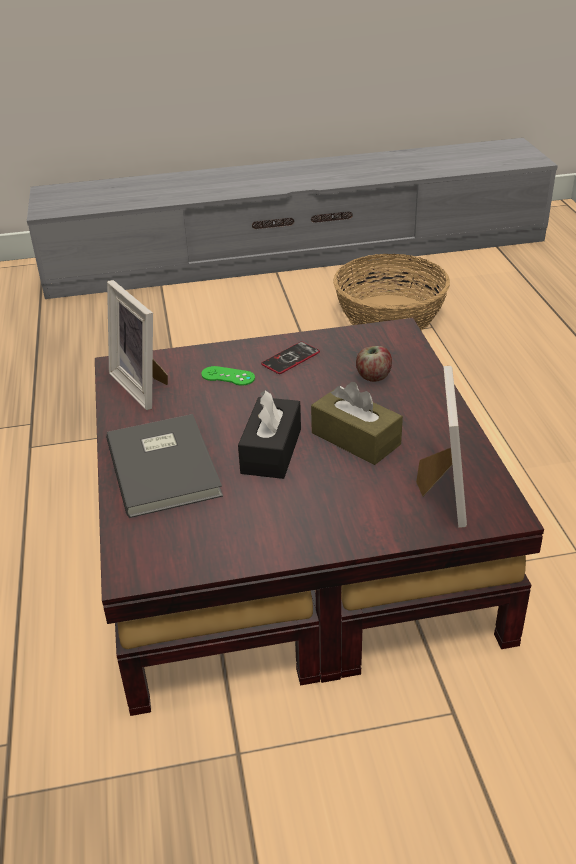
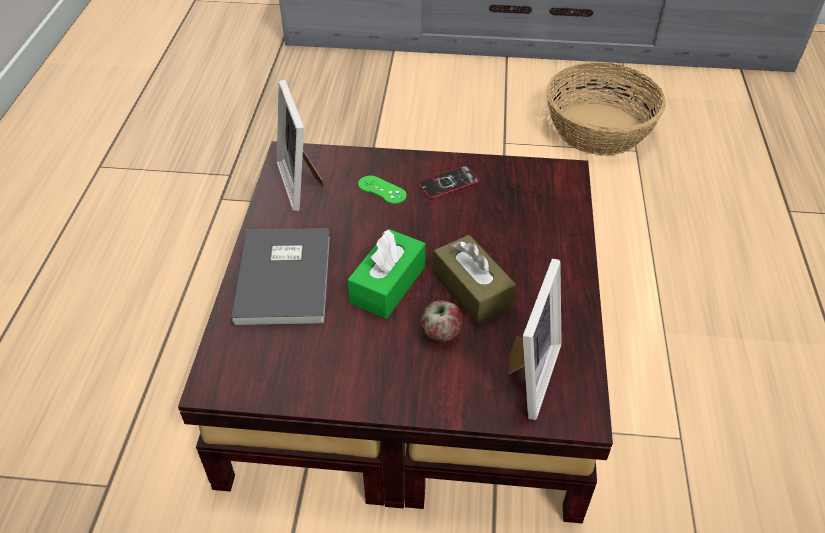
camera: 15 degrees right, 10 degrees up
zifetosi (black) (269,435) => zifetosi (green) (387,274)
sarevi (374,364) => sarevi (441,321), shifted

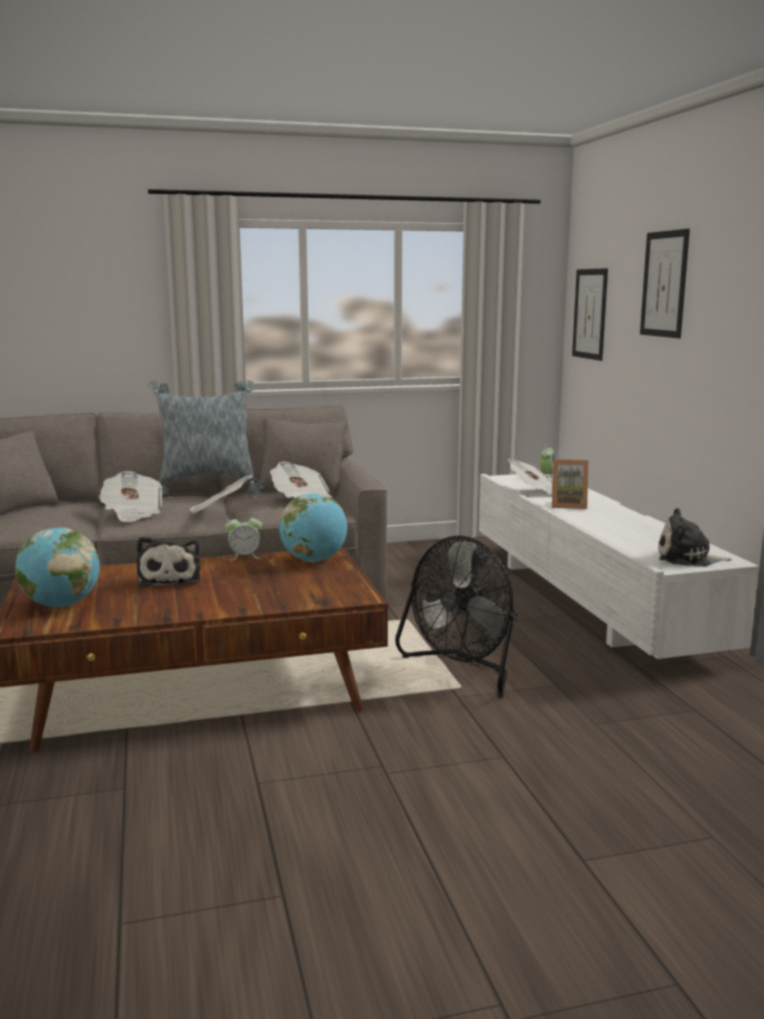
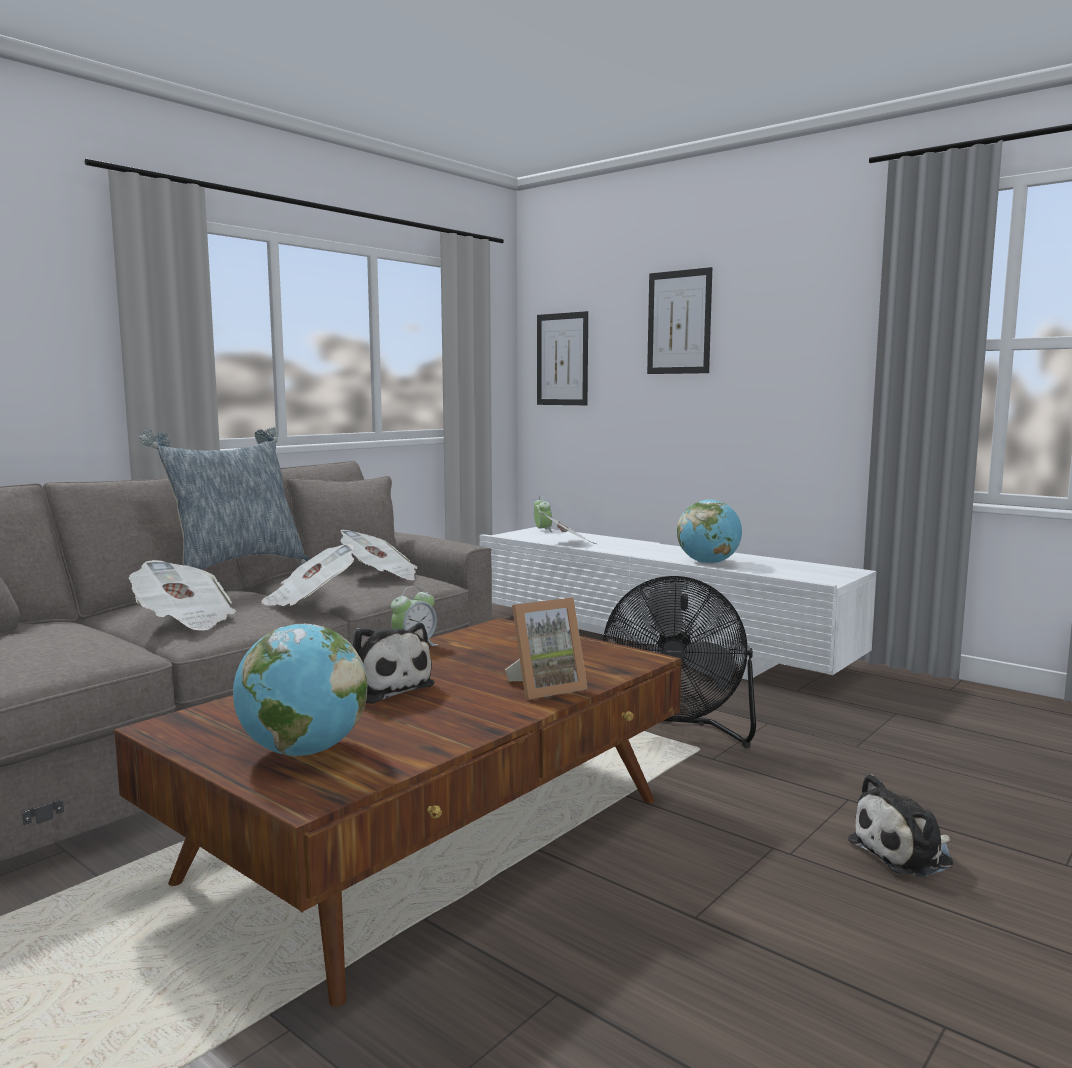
camera: 35 degrees left, 5 degrees down
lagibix (313,527) => lagibix (709,531), shifted
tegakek (570,484) => tegakek (546,648), shifted
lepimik (695,537) => lepimik (901,825), shifted

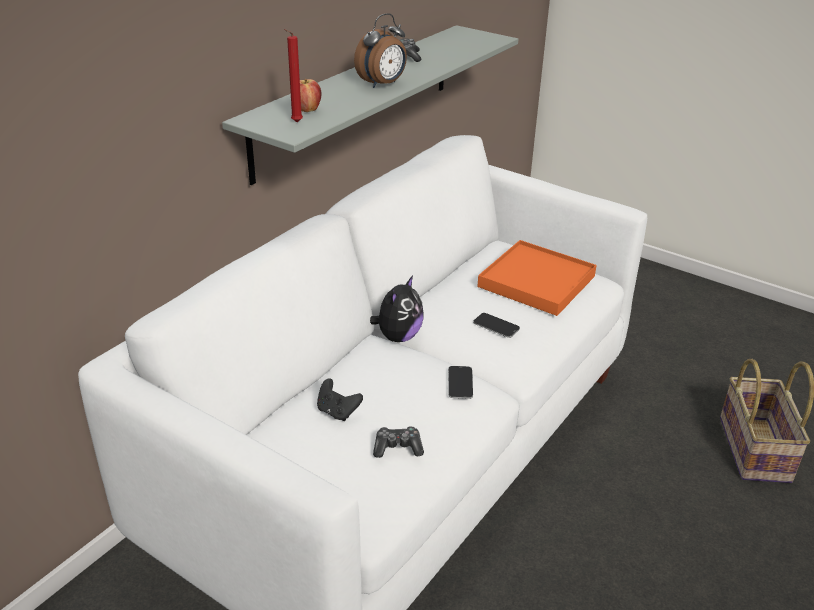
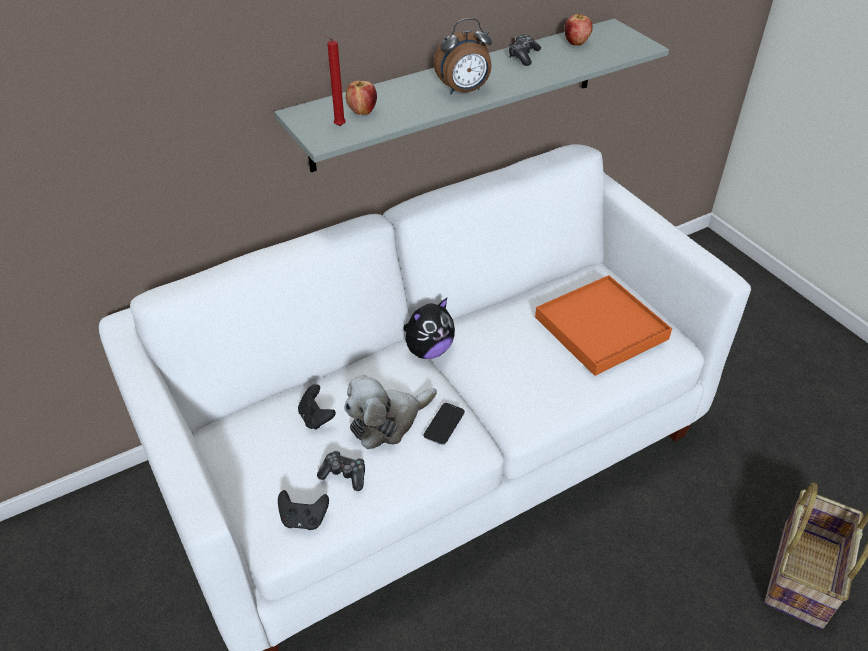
camera: 25 degrees right, 10 degrees up
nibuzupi (496,325) => nothing
nothing => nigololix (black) (303,510)
nothing => lepimik (390,412)
nothing => sarevi (578,29)

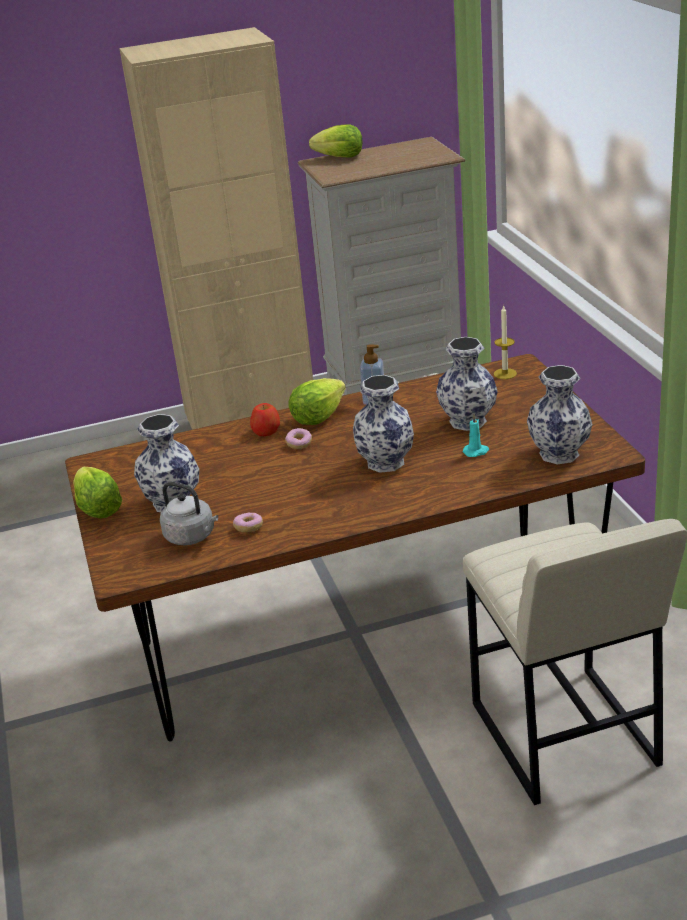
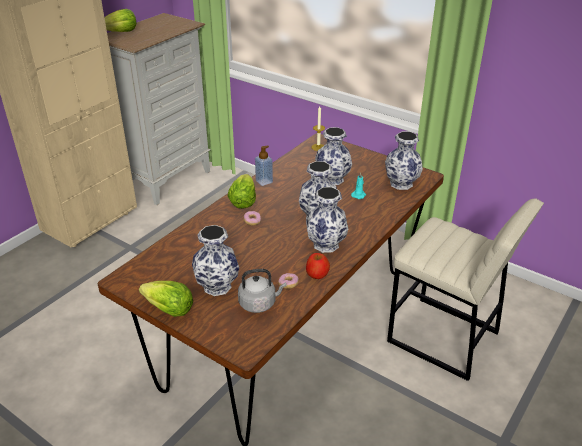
camera: 40 degrees left, 5 degrees up
sarevi (265,419) => sarevi (318,266), shifted
nothing => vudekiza (327,220)

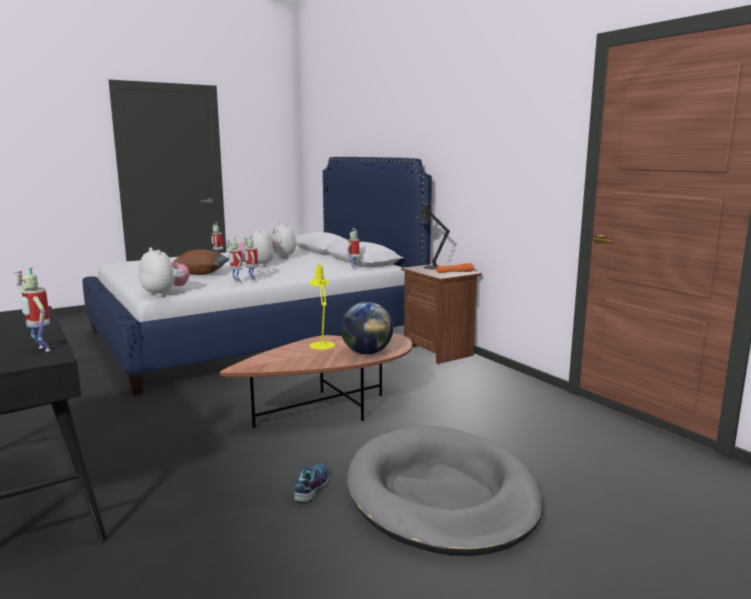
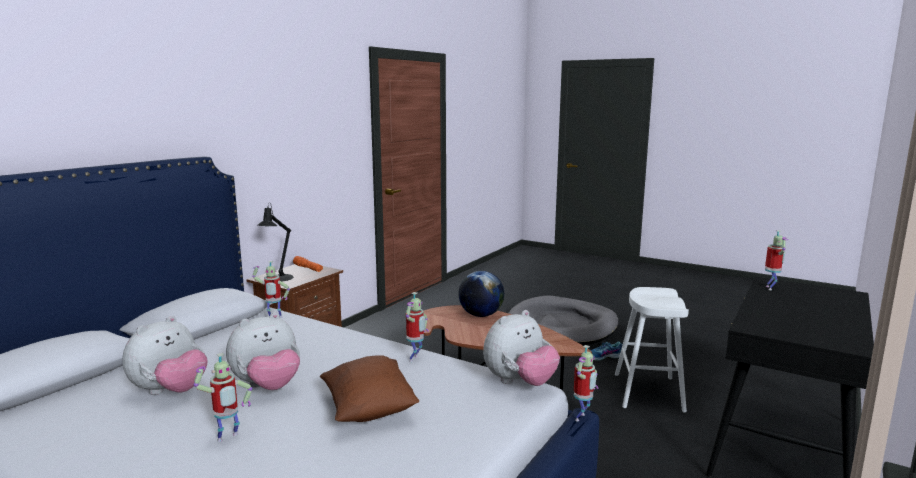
camera: 115 degrees left, 0 degrees up
lepimik (164,272) => lepimik (521,348), 150 degrees counterclockwise
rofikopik (251,259) => rofikopik (585,383), shifted
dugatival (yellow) (322,306) => nothing
nothing => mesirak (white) (652,350)

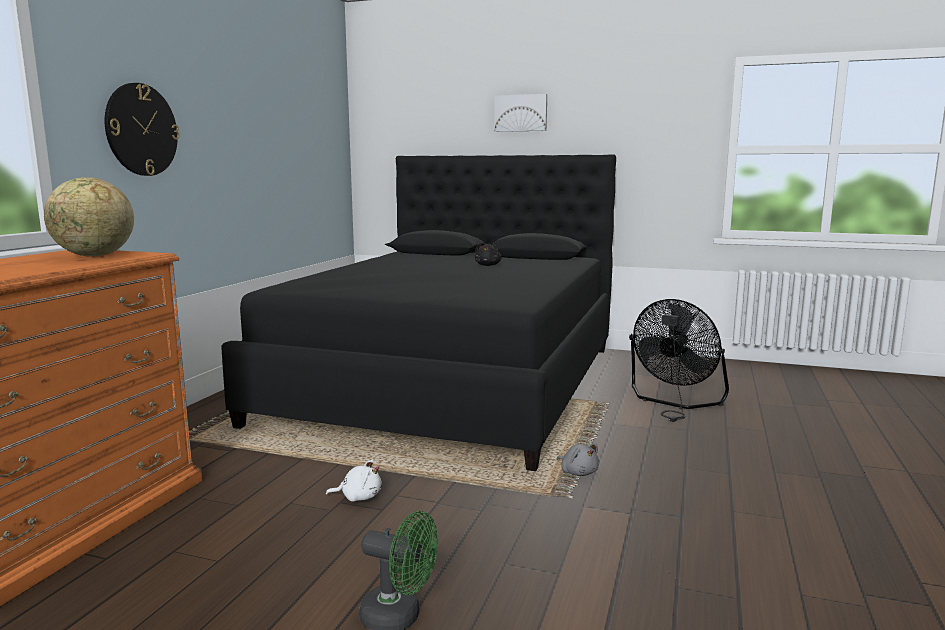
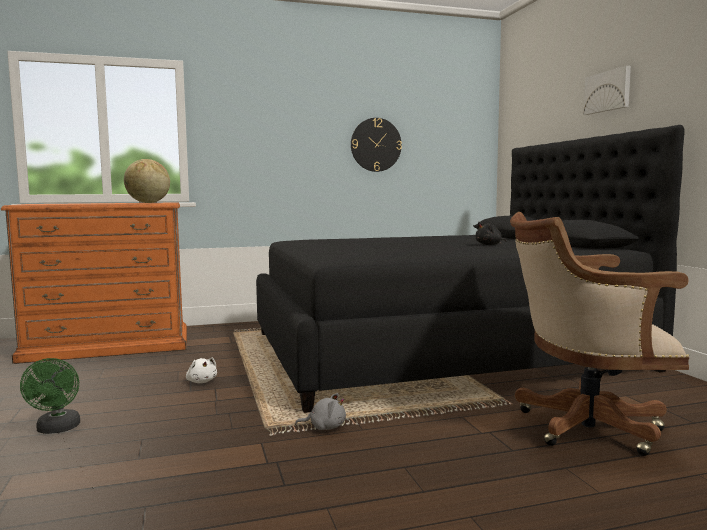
camera: 55 degrees right, 5 degrees down
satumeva (142,129) => satumeva (376,145), shifted
lepimik (grey) (578,459) => lepimik (grey) (320,411), 105 degrees counterclockwise
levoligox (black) (679,360) => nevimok (599,334)

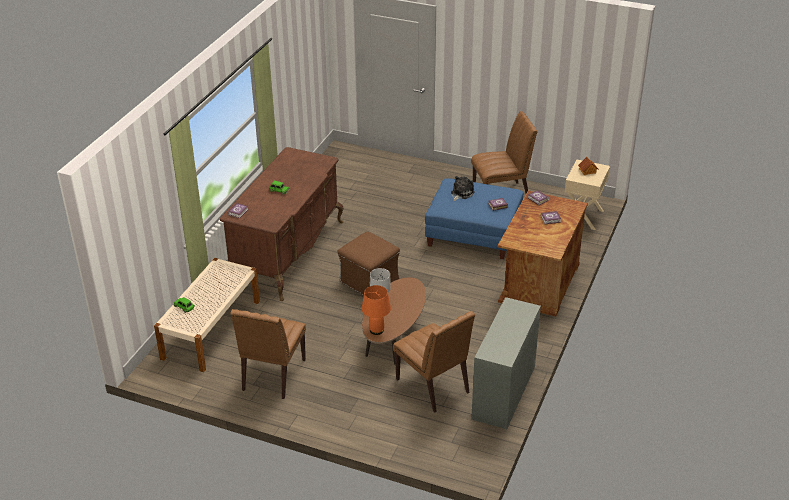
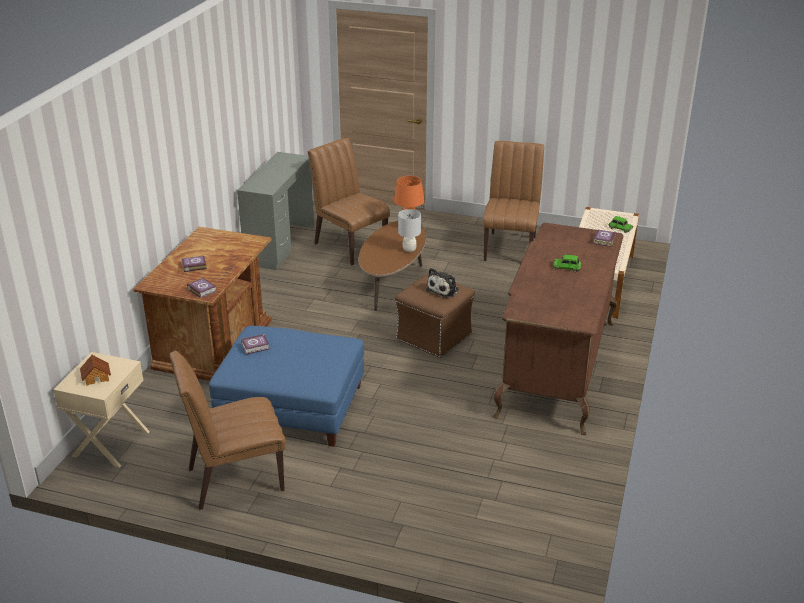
camera: 175 degrees right, 5 degrees down
lepimik (463,188) => lepimik (442,283), shifted

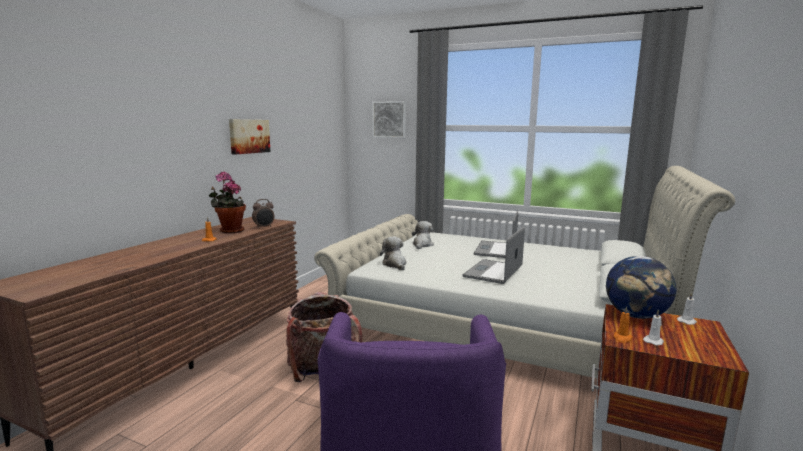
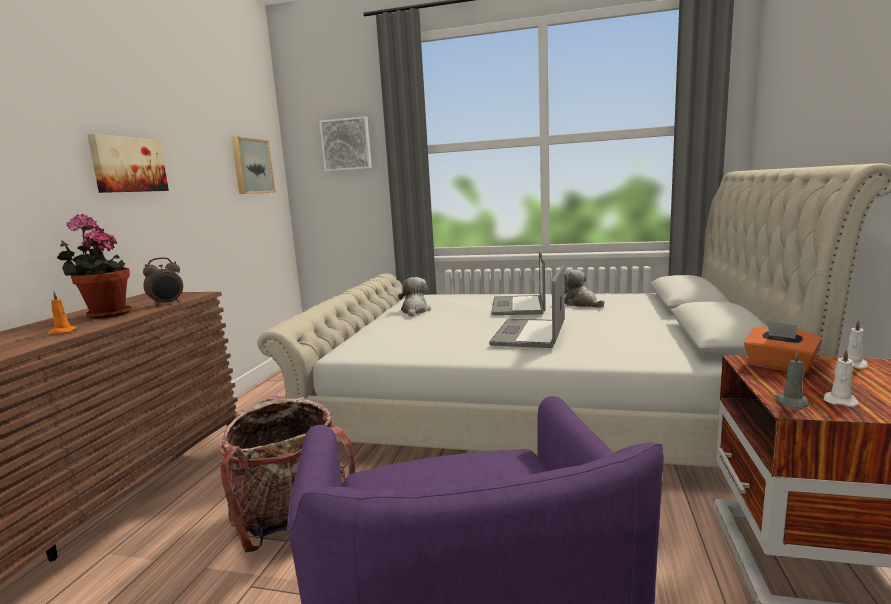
camera: 10 degrees left, 0 degrees up
lepimik (393,253) => lepimik (584,289), shifted
lagibix (641,287) => zifetosi (orange) (783,347)
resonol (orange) (623,324) => resonol (grey) (792,380)
nothing => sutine (253,165)

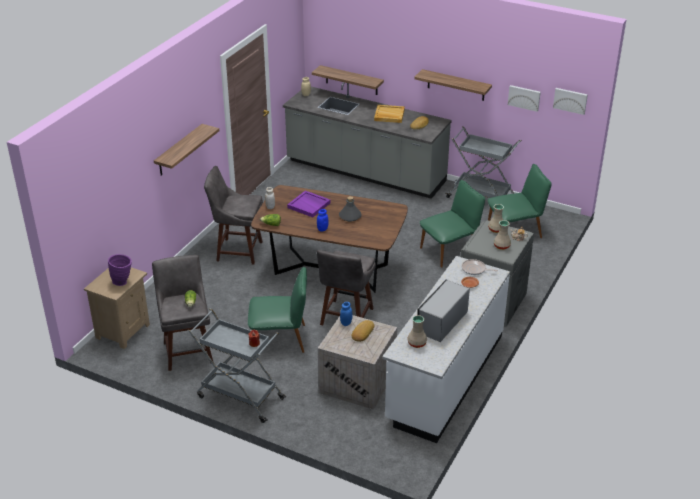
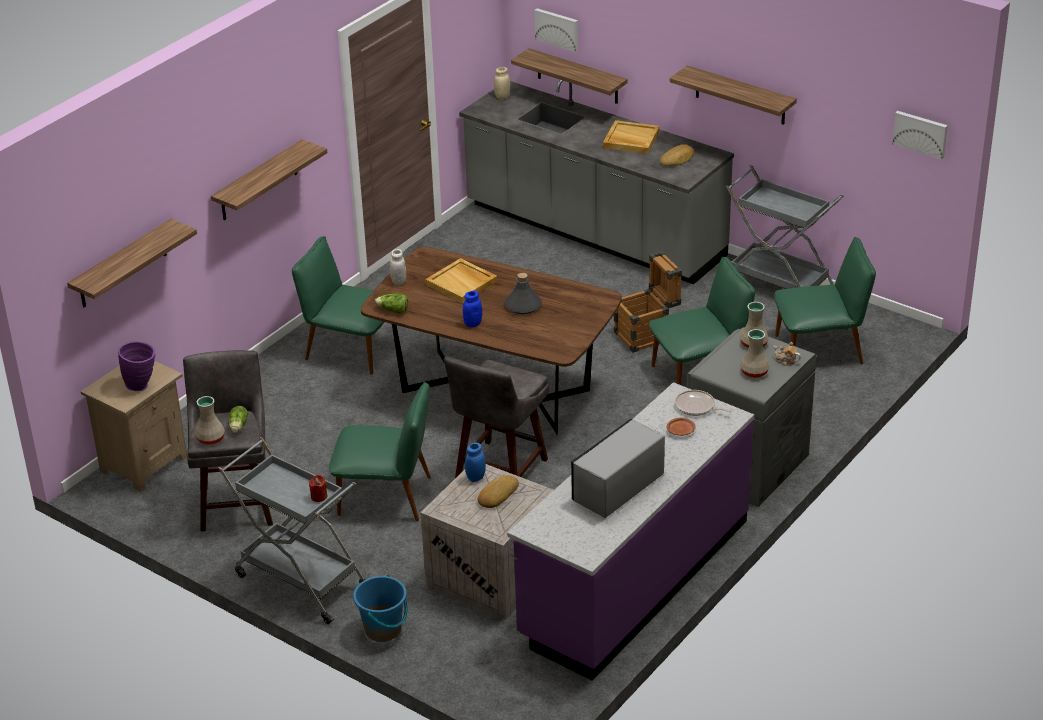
camera: 10 degrees right, 0 degrees up
mesirak (grey) (233,215) => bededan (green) (344,305)
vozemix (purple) (308,204) => vozemix (beige) (461,280)
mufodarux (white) (446,349) => mufodarux (purple) (630,531)
vudekiza (beige) (417,331) => vudekiza (beige) (210,420), shifted
sutine (524,98) => sutine (556,30), shifted
nothing => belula (132,263)
nothing => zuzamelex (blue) (380,608)
nothing => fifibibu (648,302)

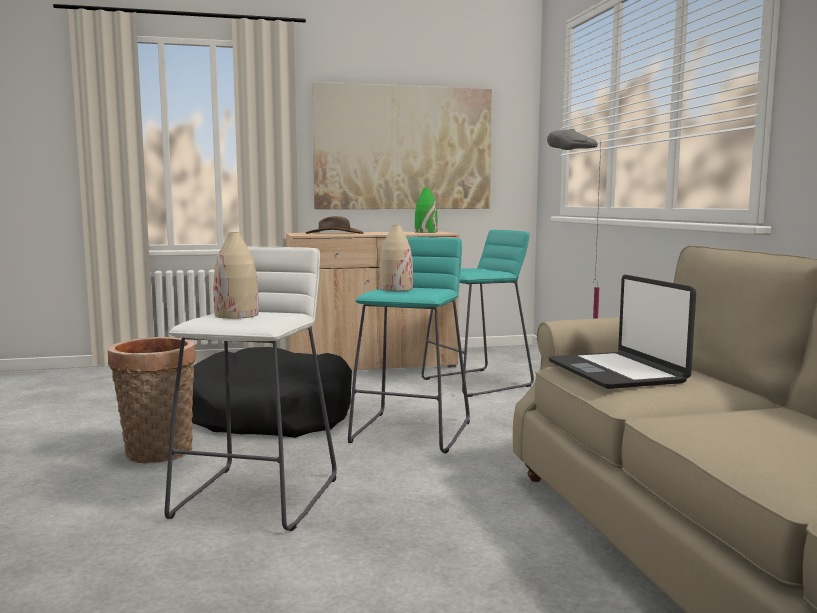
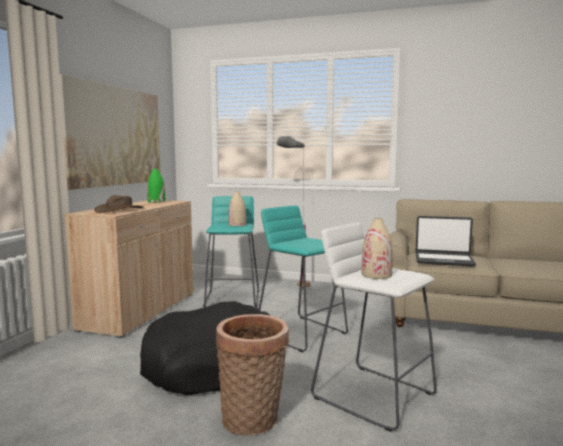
camera: 60 degrees left, 0 degrees up
vudekiza (beige) (396,258) => vudekiza (beige) (237,209), shifted

